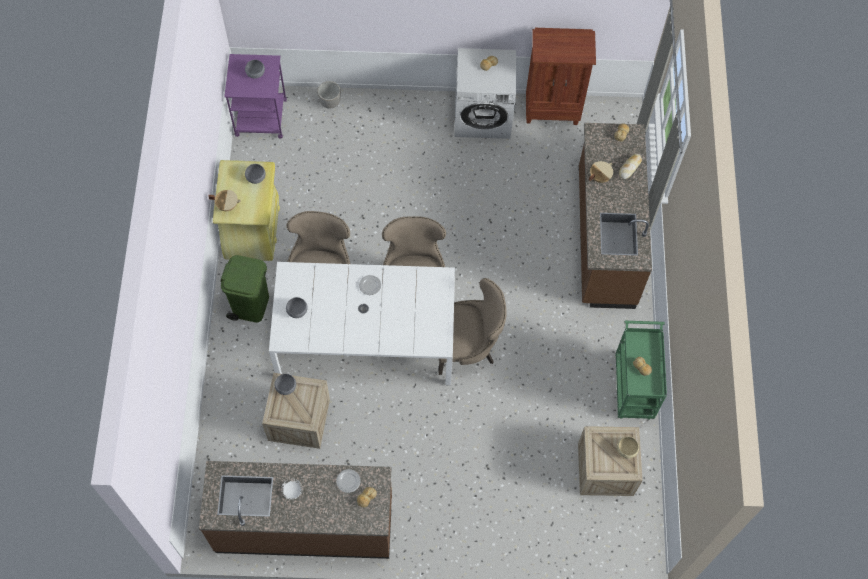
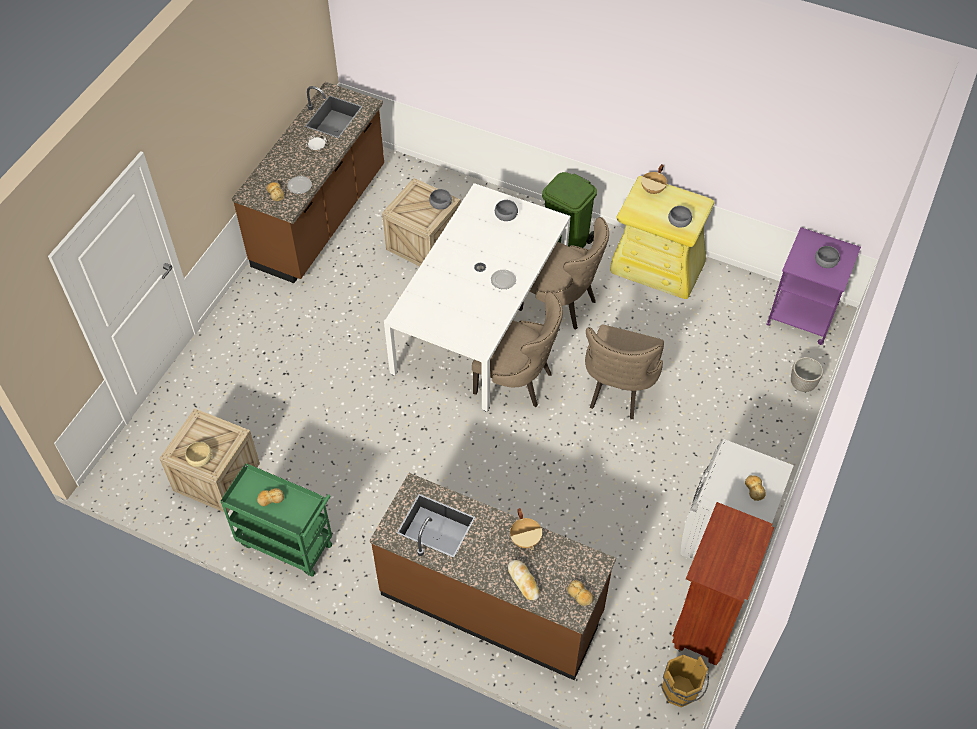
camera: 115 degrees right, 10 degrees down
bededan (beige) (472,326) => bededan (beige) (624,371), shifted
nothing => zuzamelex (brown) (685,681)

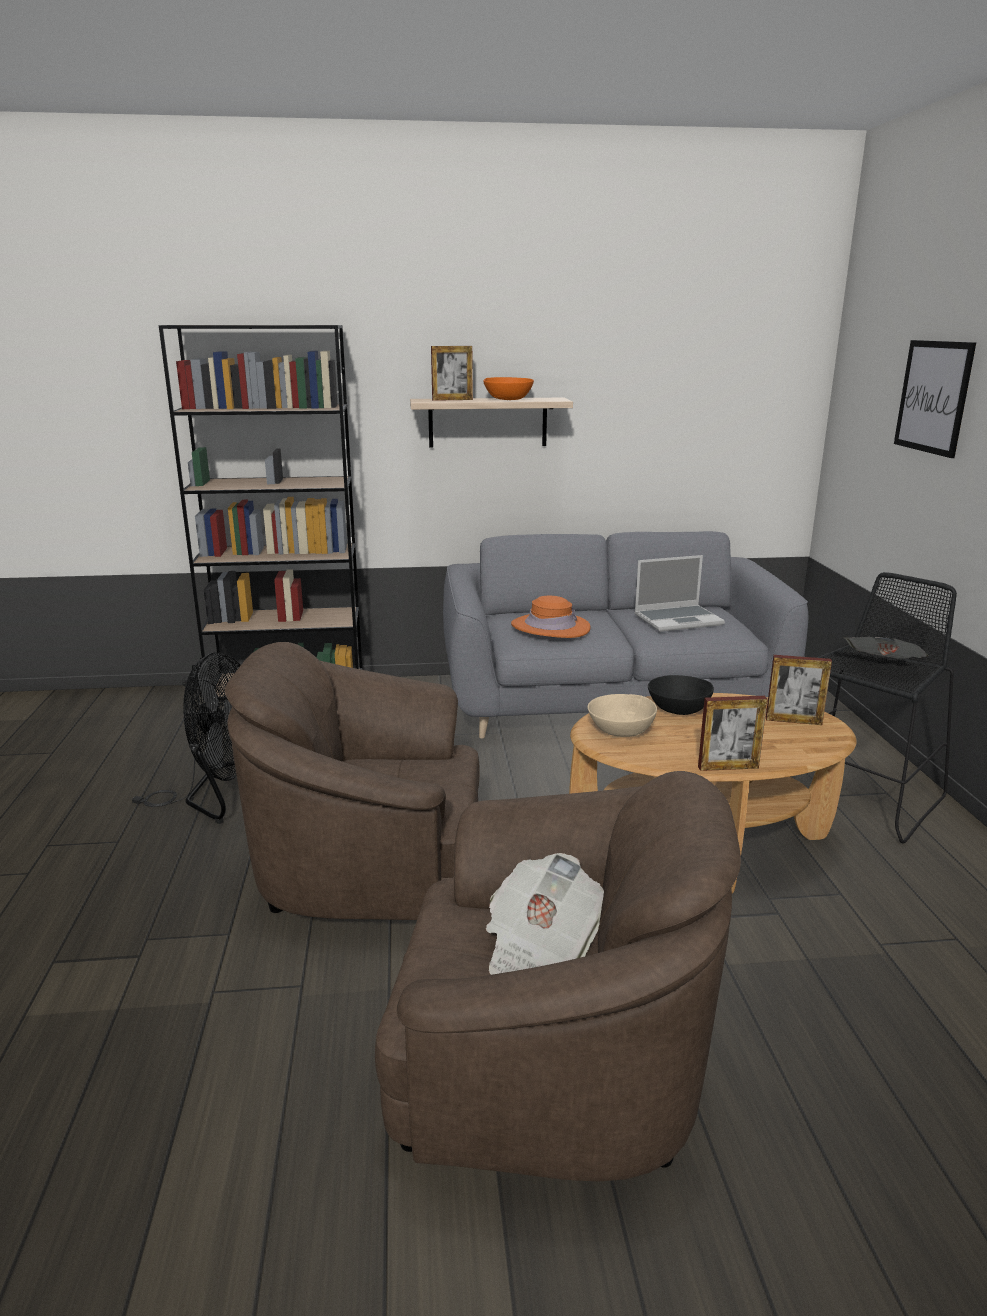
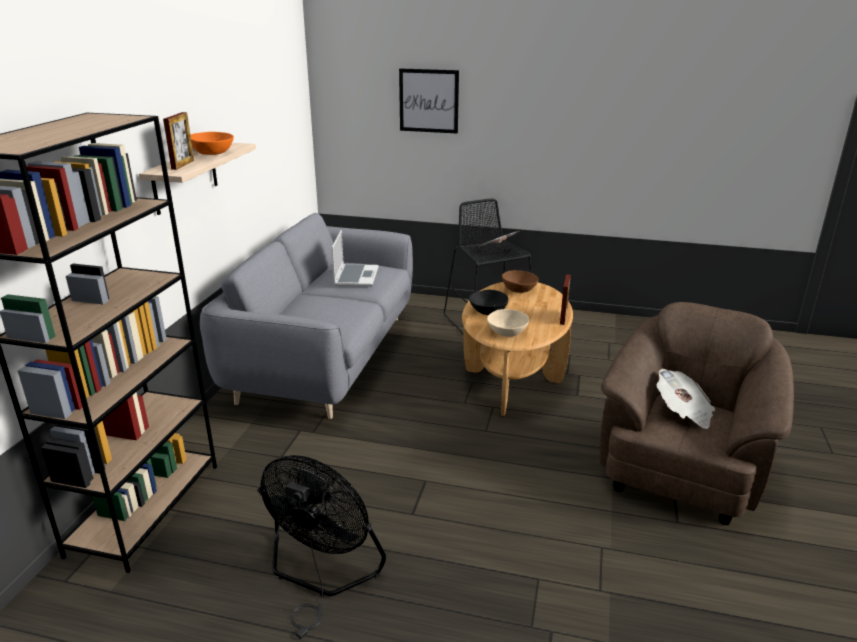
camera: 70 degrees left, 5 degrees up
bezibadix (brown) (352,781) => nothing
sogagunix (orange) (550,617) => nothing
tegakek (799,690) => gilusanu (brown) (520,281)

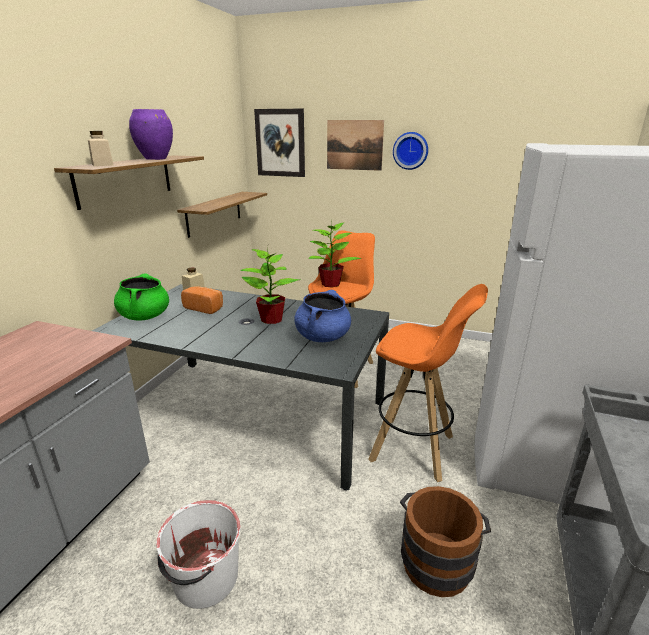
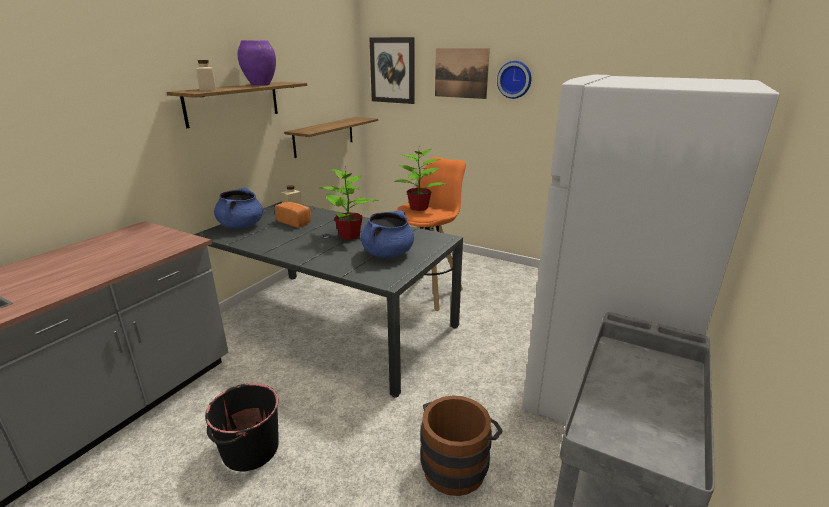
camera: 10 degrees right, 0 degrees up
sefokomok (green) (141,297) => sefokomok (blue) (238,208)
zuzamelex (white) (198,554) => zuzamelex (black) (242,427)
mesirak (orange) (428,383) => nothing

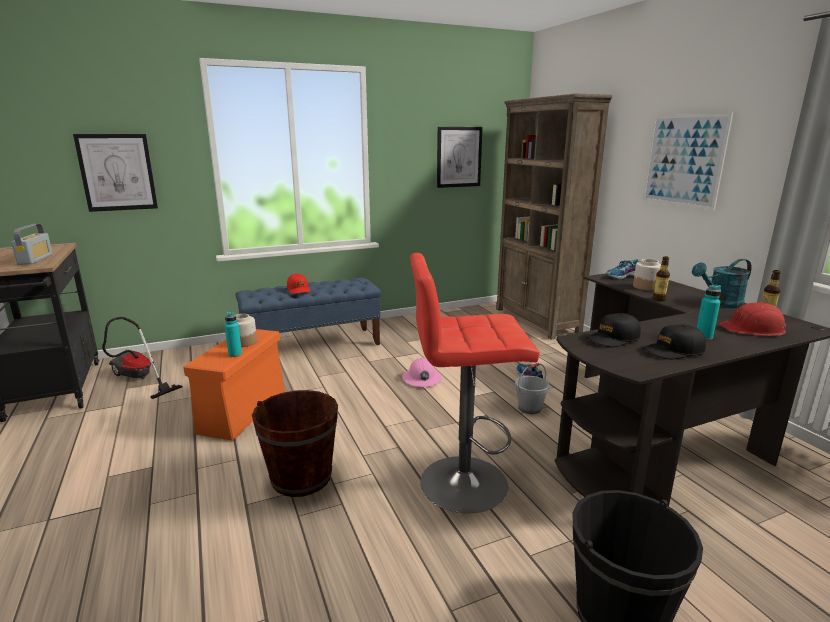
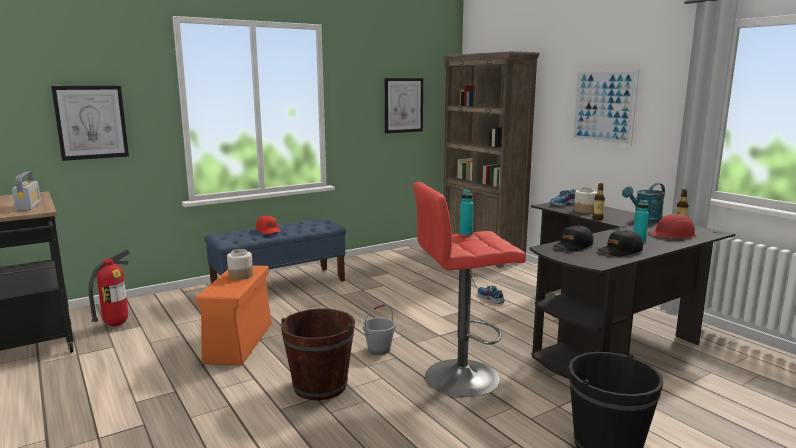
camera: 10 degrees left, 5 degrees down
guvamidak (142,358) => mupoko (109,288)
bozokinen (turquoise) (233,334) => bozokinen (turquoise) (467,213), shifted
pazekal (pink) (422,372) => nothing
zuzamelex (grey) (532,388) => zuzamelex (grey) (379,329), shifted

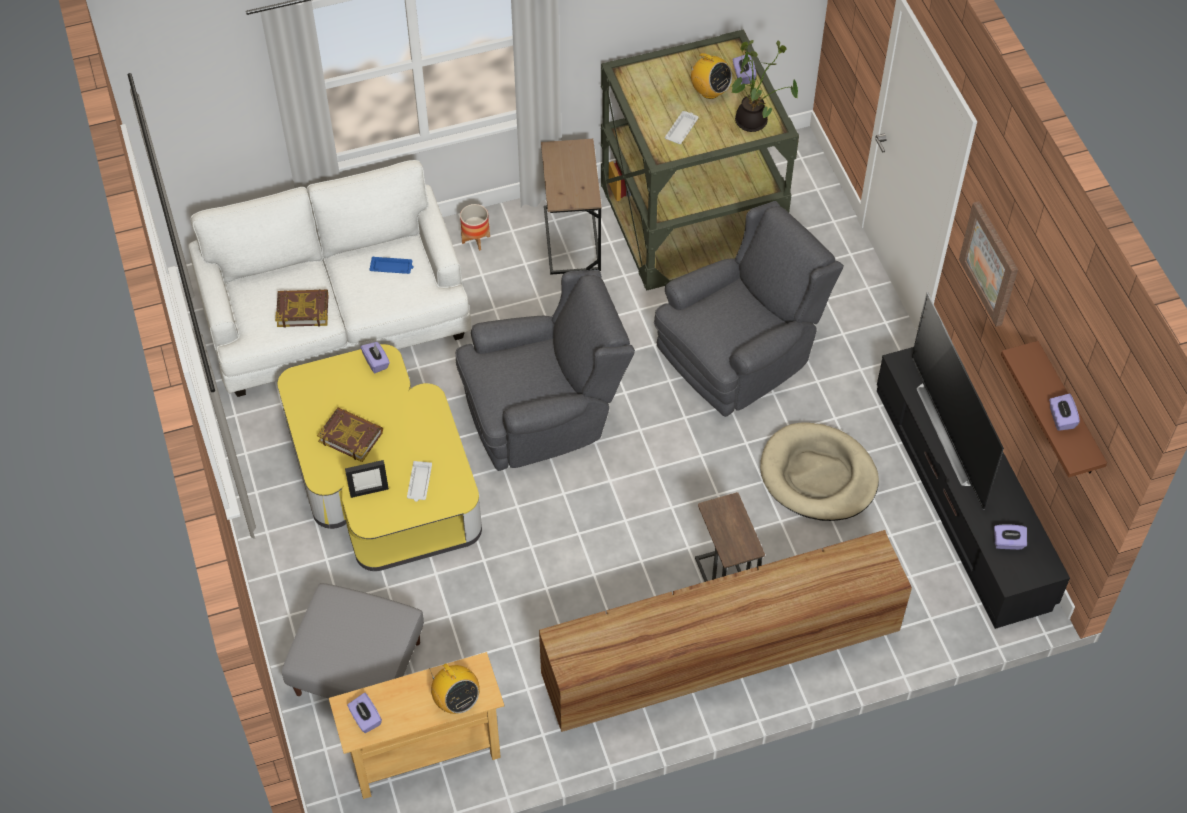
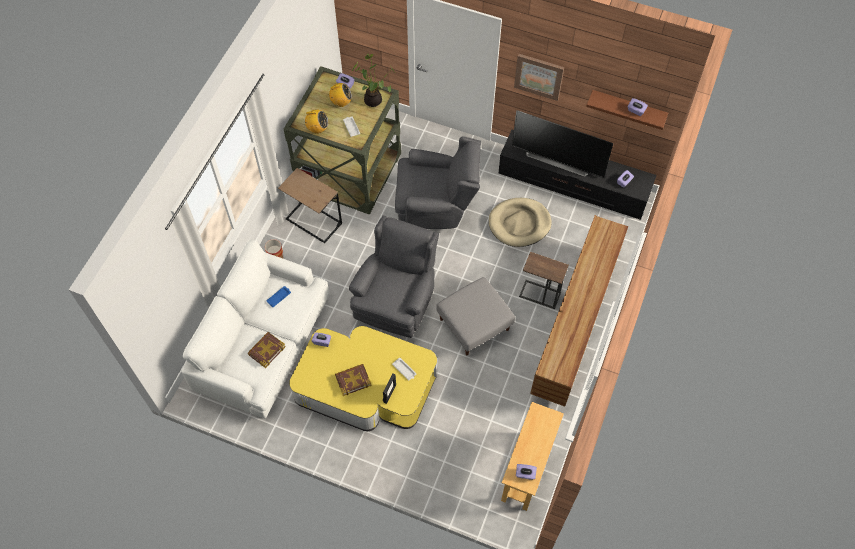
camera: 50 degrees left, 5 degrees up
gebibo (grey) (353,640) => gebibo (grey) (475,316), shifted
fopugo (454,688) => fopugo (315,121), shifted
bezibadix (grey) (749,309) => bezibadix (grey) (438,183), 90 degrees clockwise

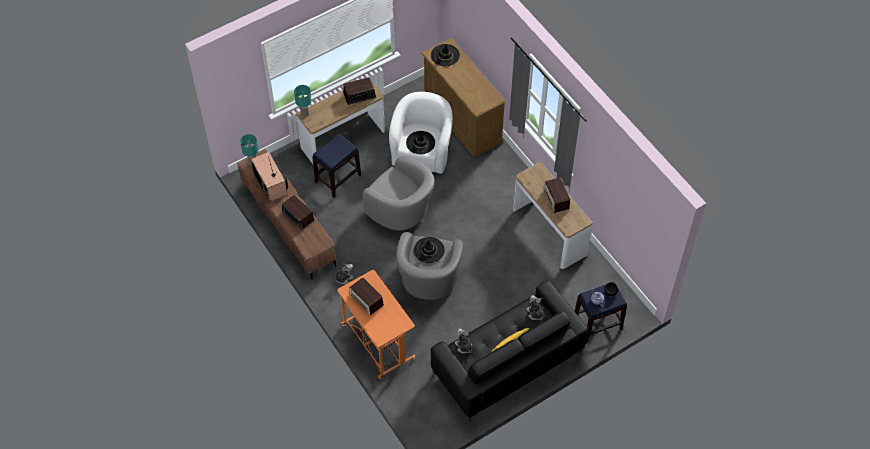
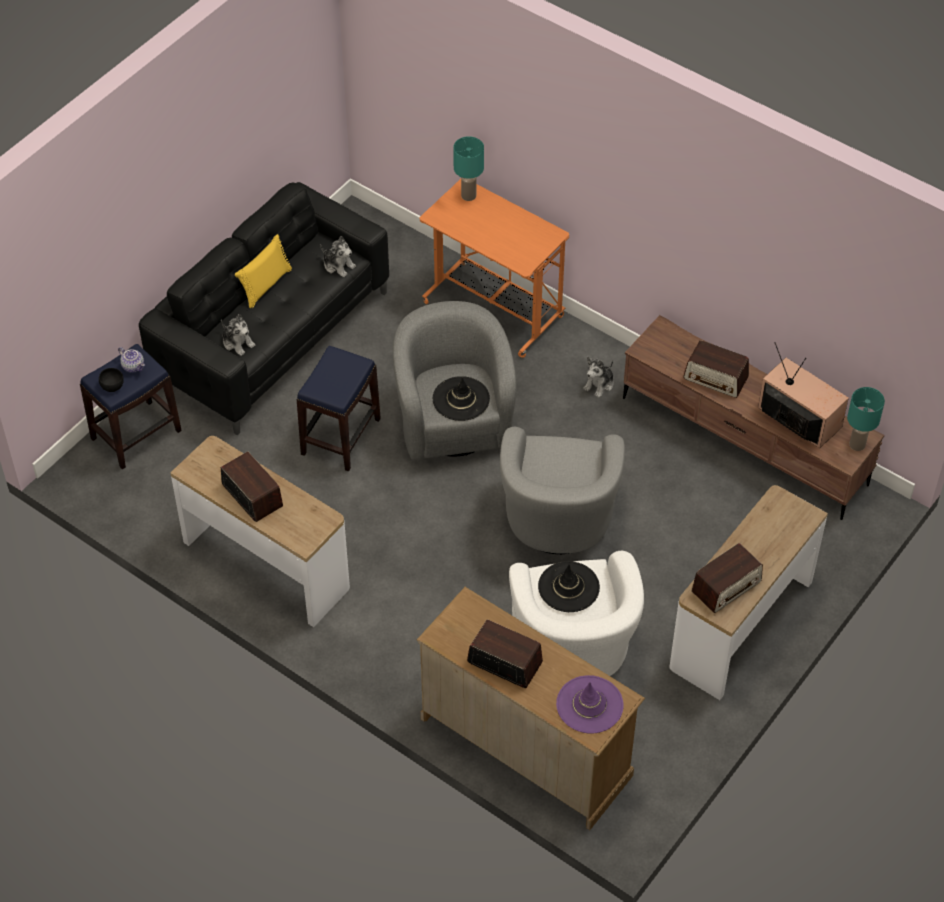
camera: 160 degrees right, 5 degrees down
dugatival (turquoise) (303,101) => dugatival (turquoise) (468,168), shifted
mesirak (336,166) => mesirak (339,409), shifted
fopugo (366,296) => fopugo (505,653), shifted
bezibadix (grey) (399,193) => bezibadix (grey) (562,491), 105 degrees counterclockwise
sogagunix (black) (445,55) => sogagunix (purple) (589,704)

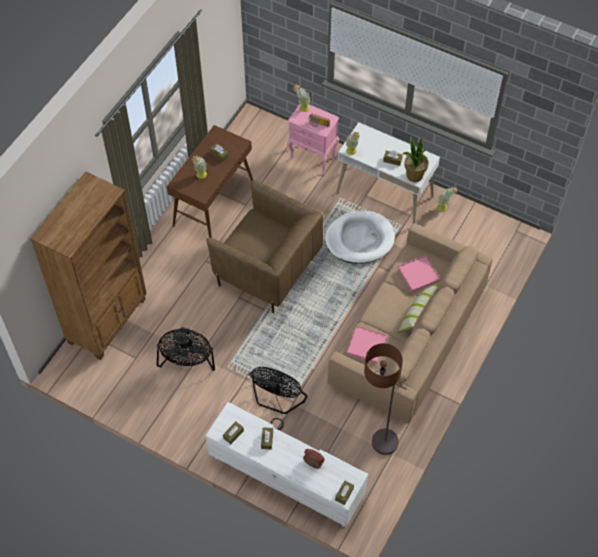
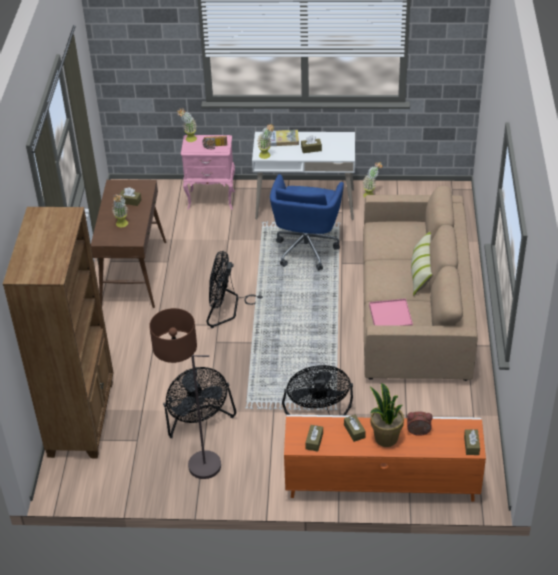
camera: 25 degrees left, 15 degrees down
bezibadix (brown) (264,246) => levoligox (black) (235,290)
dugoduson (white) (287,464) => dugoduson (orange) (385,458)
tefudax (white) (360,237) => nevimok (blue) (307,222)
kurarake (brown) (385,399) => kurarake (brown) (185,393), shifted
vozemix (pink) (419,274) => nothing
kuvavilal (416,159) => kuvavilal (387,415), shifted
nothing => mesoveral (284,138)

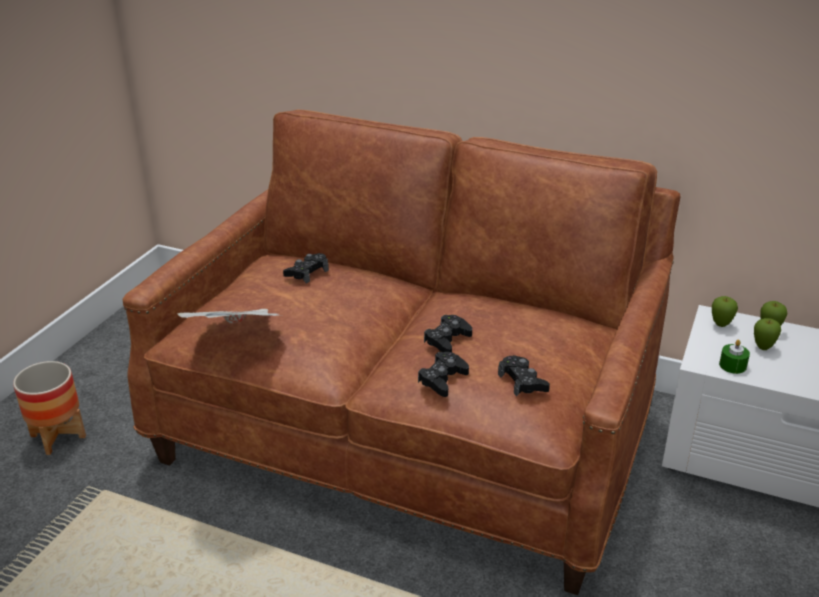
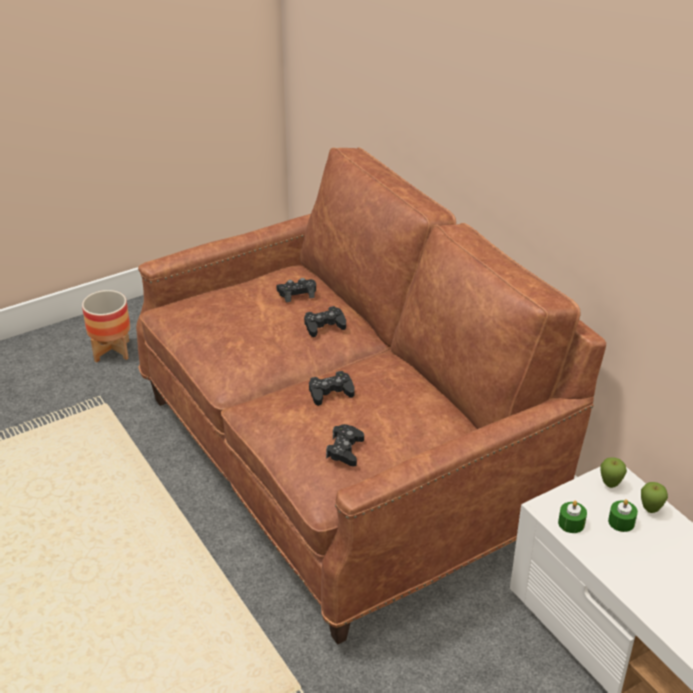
camera: 35 degrees right, 5 degrees up
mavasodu (229,316) => nothing
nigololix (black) (443,374) => nigololix (black) (325,321), shifted
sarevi (767,334) => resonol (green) (623,515)

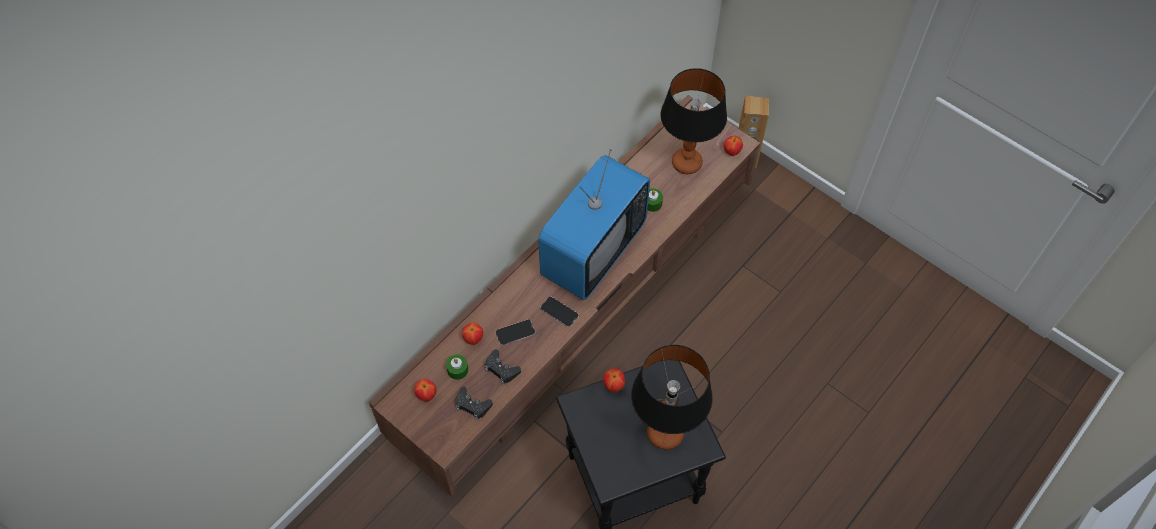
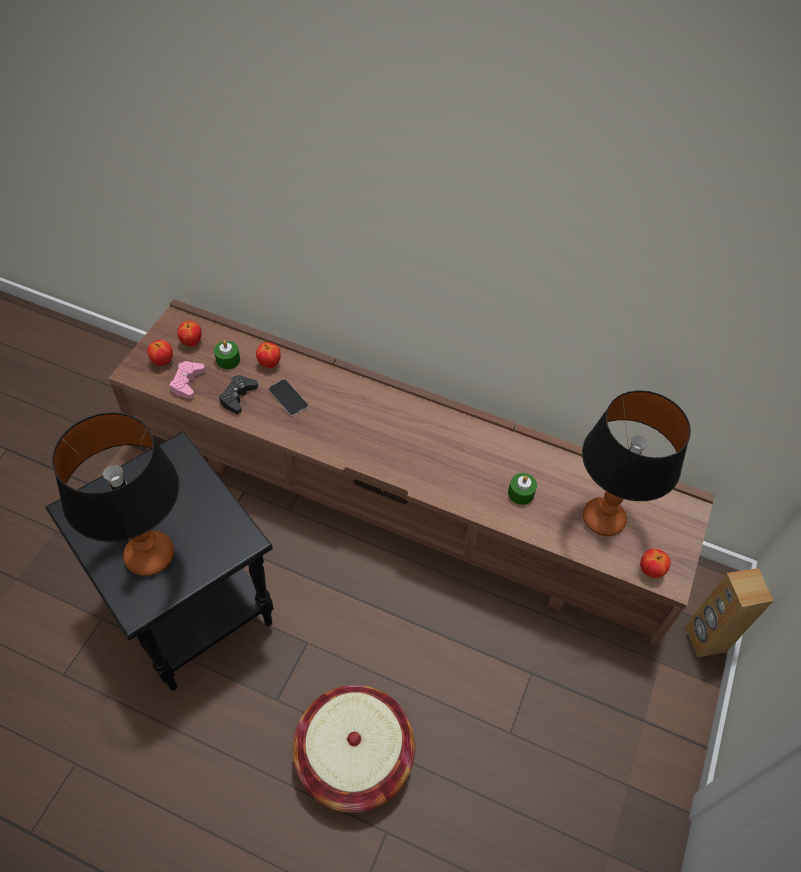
camera: 70 degrees right, 5 degrees down
nigololix (black) (474,403) => nigololix (pink) (187,380)
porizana (594,224) => nothing
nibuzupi (559,311) => nothing
sarevi (614,380) => sarevi (160,353), shifted
nothing => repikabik (353,749)

